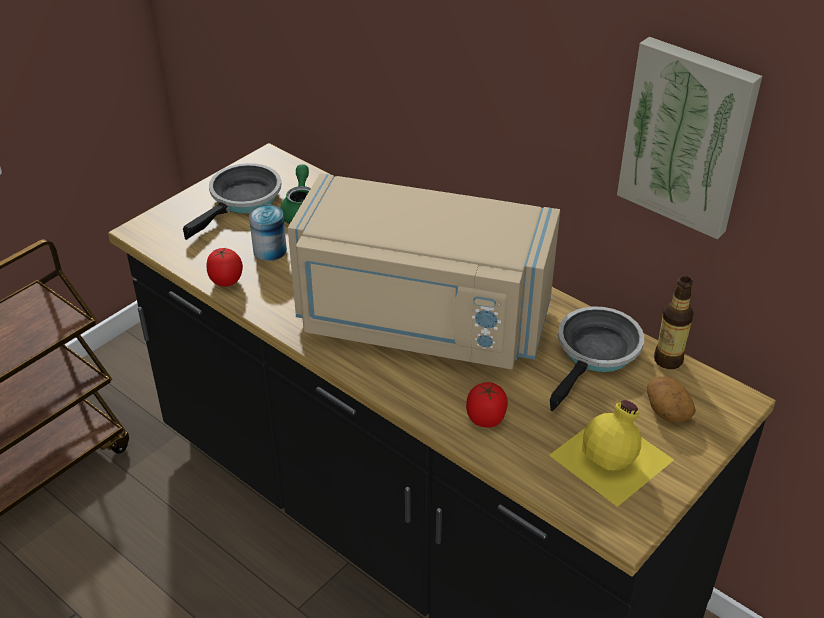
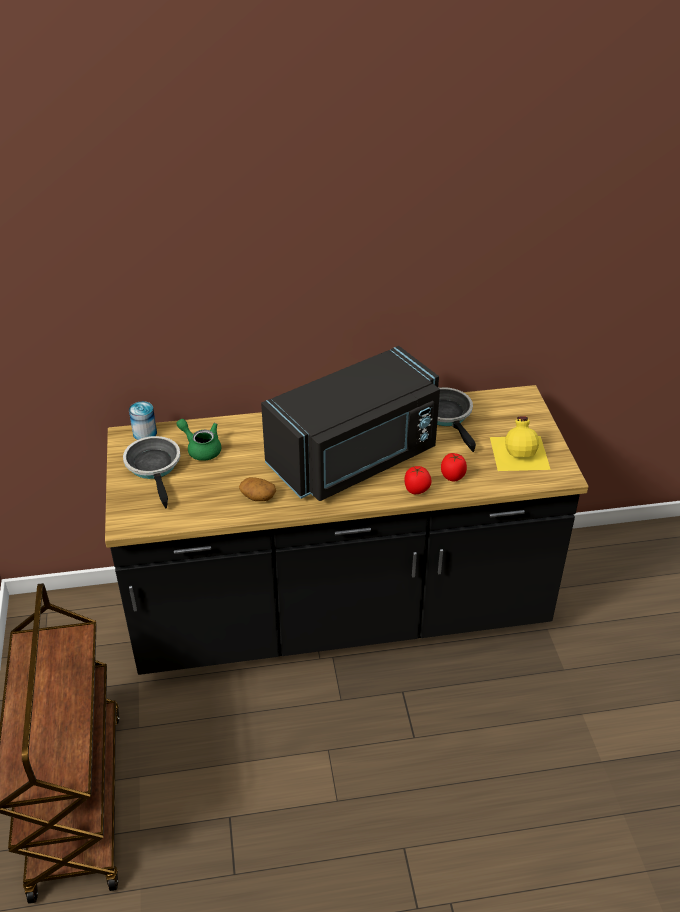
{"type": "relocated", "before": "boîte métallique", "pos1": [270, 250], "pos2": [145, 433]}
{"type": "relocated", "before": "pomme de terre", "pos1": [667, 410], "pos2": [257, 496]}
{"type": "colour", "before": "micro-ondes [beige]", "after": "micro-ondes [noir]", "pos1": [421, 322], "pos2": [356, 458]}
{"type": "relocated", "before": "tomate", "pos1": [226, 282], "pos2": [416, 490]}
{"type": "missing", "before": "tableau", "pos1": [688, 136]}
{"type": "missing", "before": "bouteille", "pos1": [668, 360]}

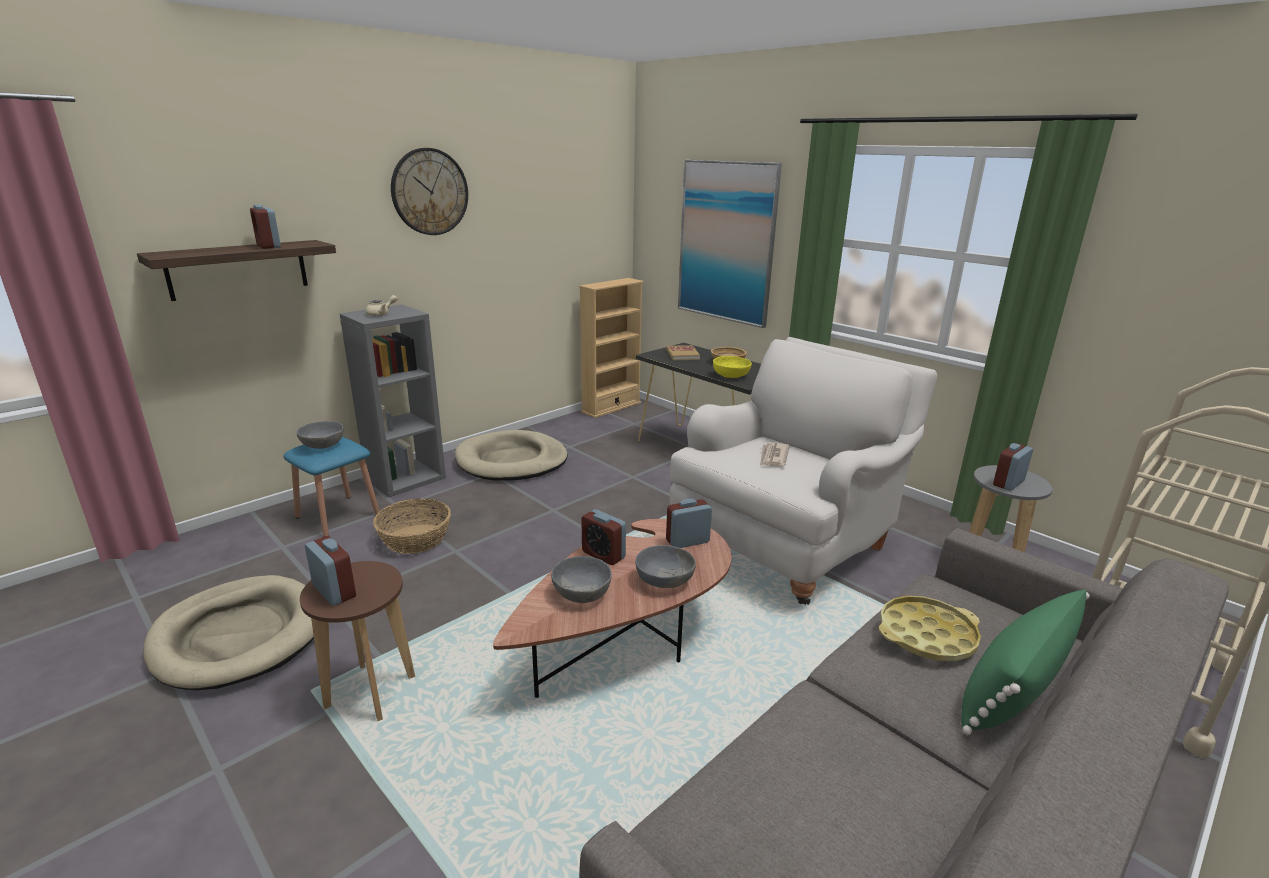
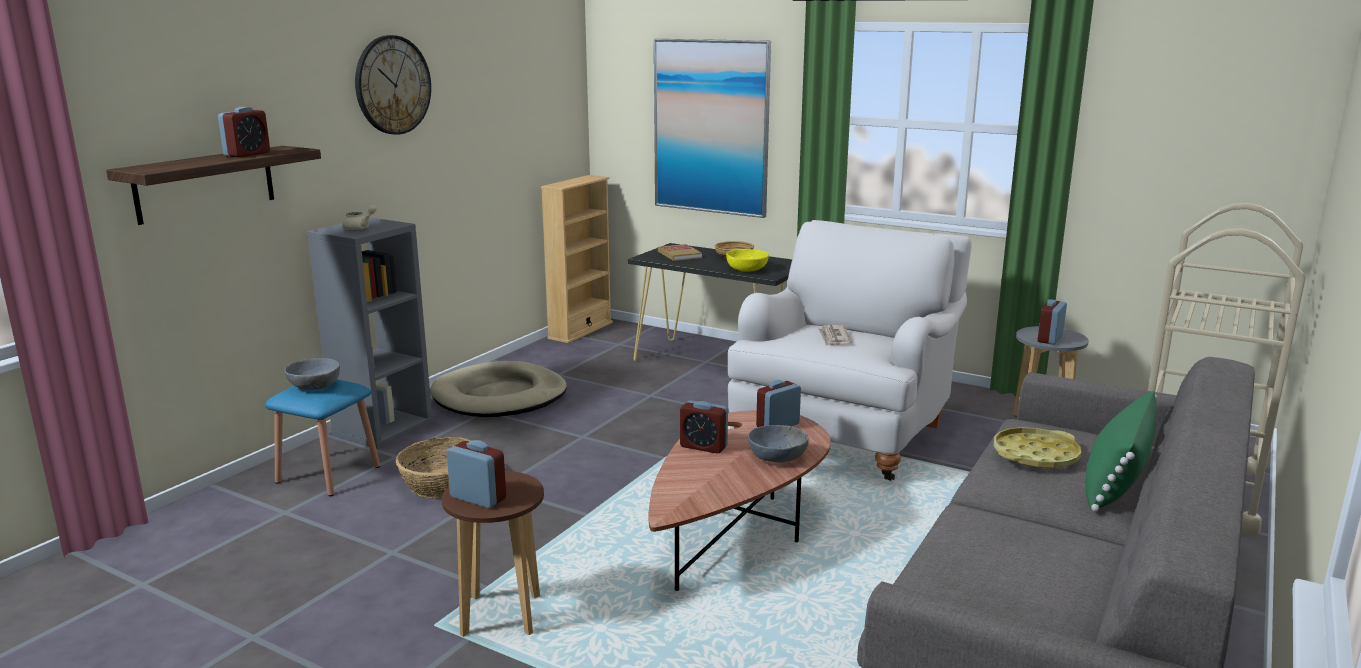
{"type": "spun", "before": "réveil", "pos1": [268, 246], "pos2": [247, 154], "turn": -105}
{"type": "missing", "before": "panier pour chien [beige]", "pos1": [239, 636]}
{"type": "missing", "before": "bol [gris]", "pos1": [582, 593]}

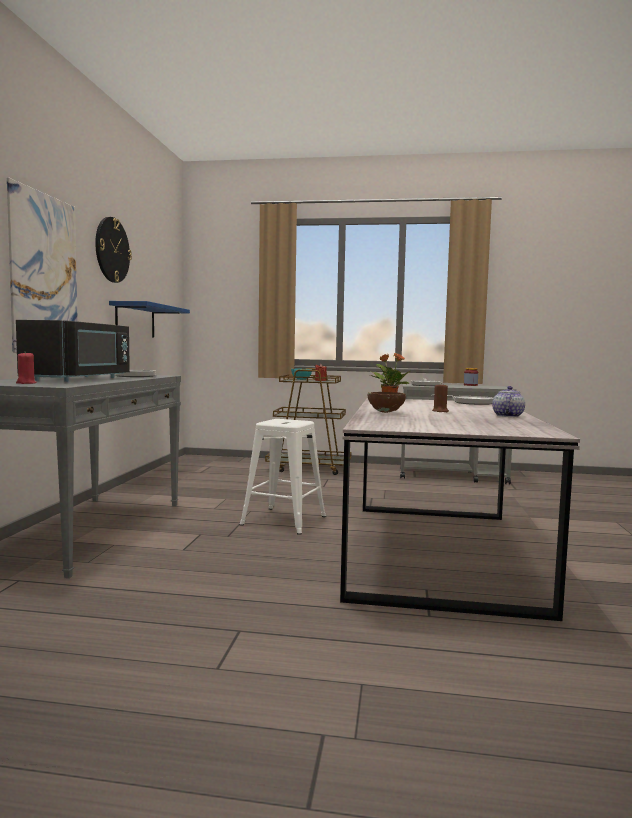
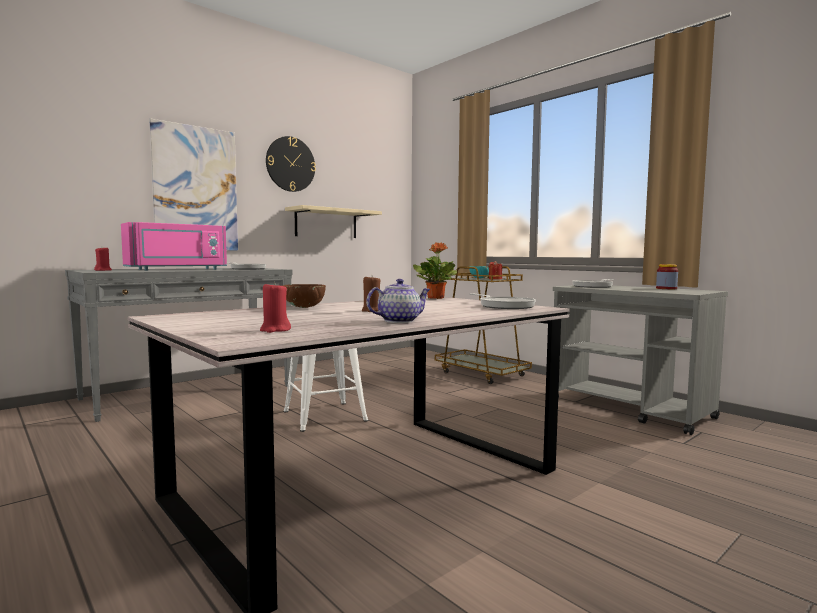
{"type": "colour", "before": "micro-ondes [noir]", "after": "micro-ondes [rose]", "pos1": [81, 379], "pos2": [177, 269]}
{"type": "appeared", "after": "bougie [rouge]", "pos2": [275, 330]}
{"type": "colour", "before": "étagère [bleu]", "after": "étagère [beige]", "pos1": [135, 320], "pos2": [326, 223]}

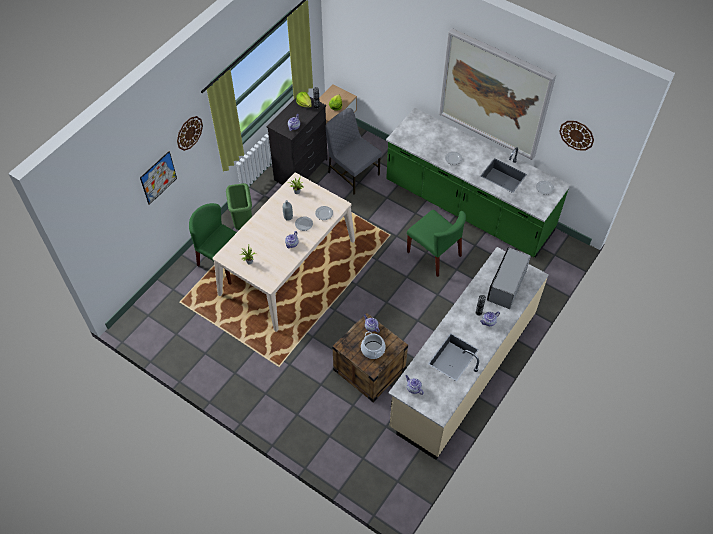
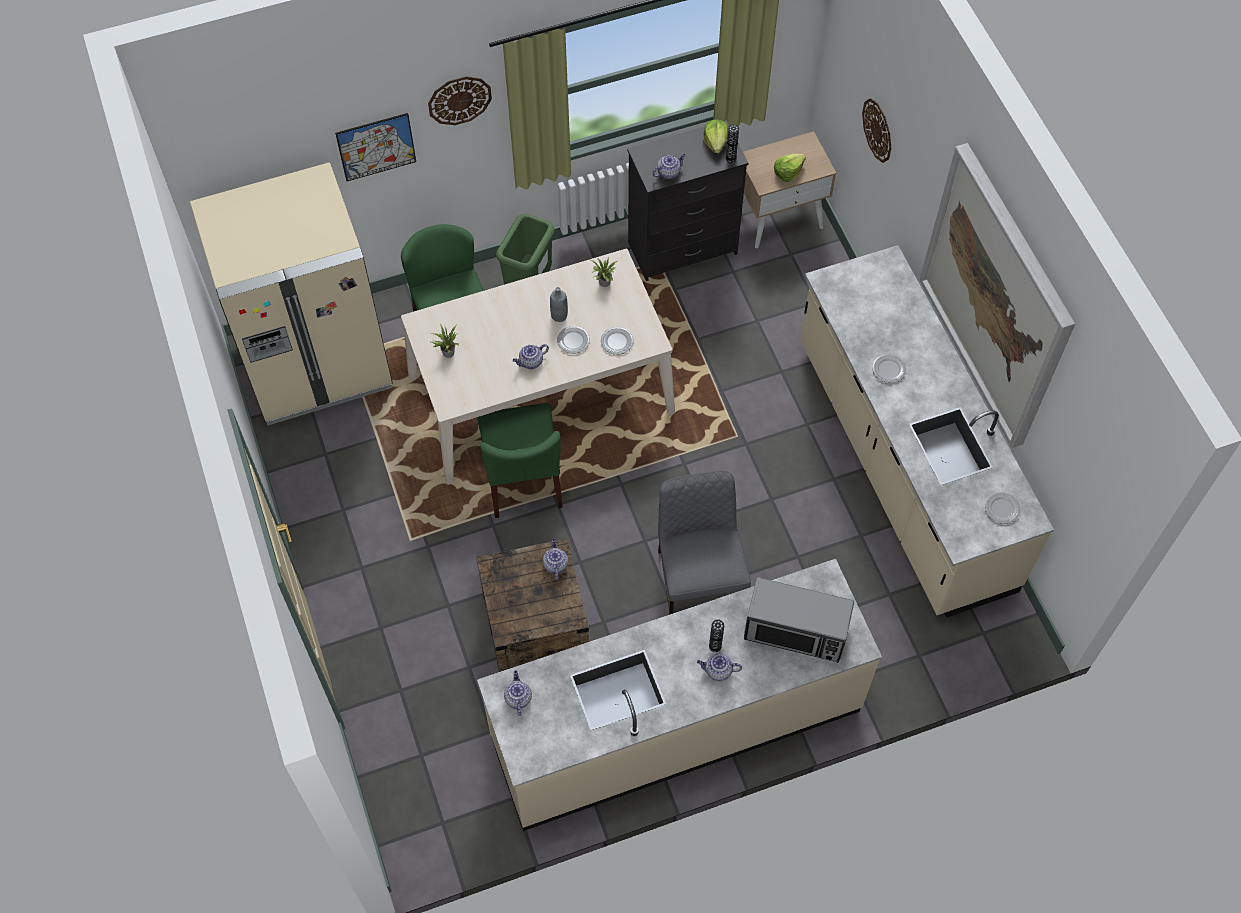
{"type": "appeared", "after": "réfrigérateur [beige]", "pos2": [316, 364]}
{"type": "relocated", "before": "chaise [vert]", "pos1": [434, 254], "pos2": [523, 479]}
{"type": "relocated", "before": "chaise [gris]", "pos1": [352, 173], "pos2": [698, 579]}
{"type": "spun", "before": "micro-ondes", "pos1": [506, 285], "pos2": [796, 631], "turn": -135}
{"type": "colour", "before": "comptoir de cuisine [vert]", "after": "comptoir de cuisine [beige]", "pos1": [468, 207], "pos2": [902, 466]}
{"type": "relocated", "before": "horloge murale", "pos1": [576, 135], "pos2": [878, 130]}
{"type": "missing", "before": "marmite", "pos1": [372, 350]}

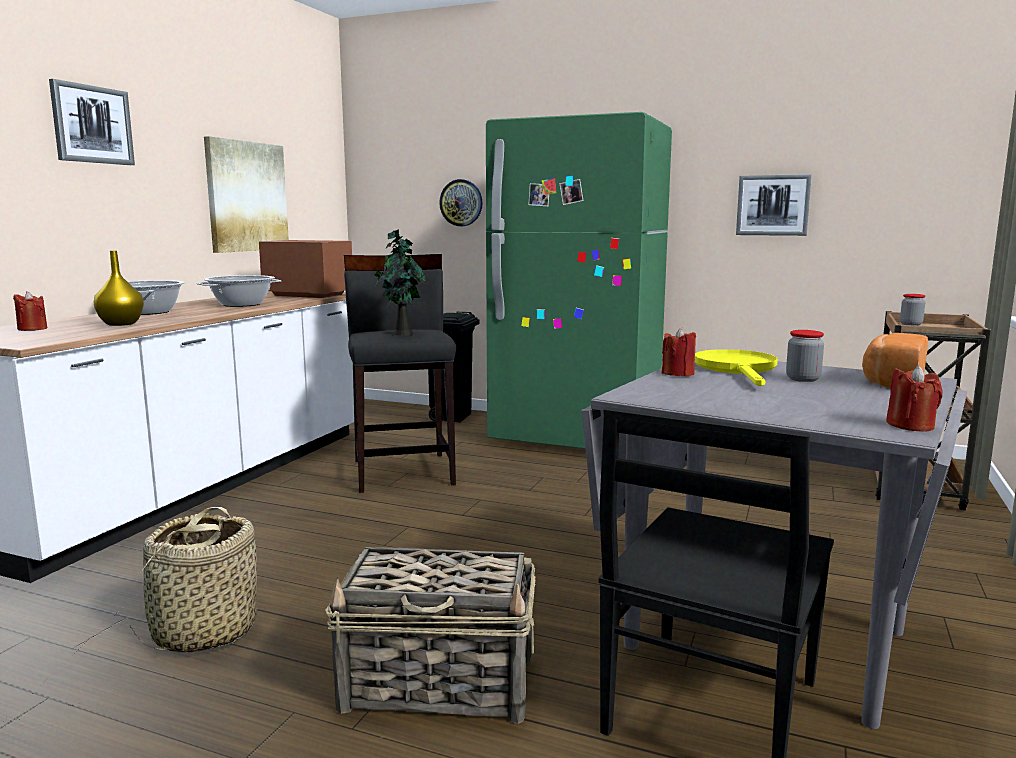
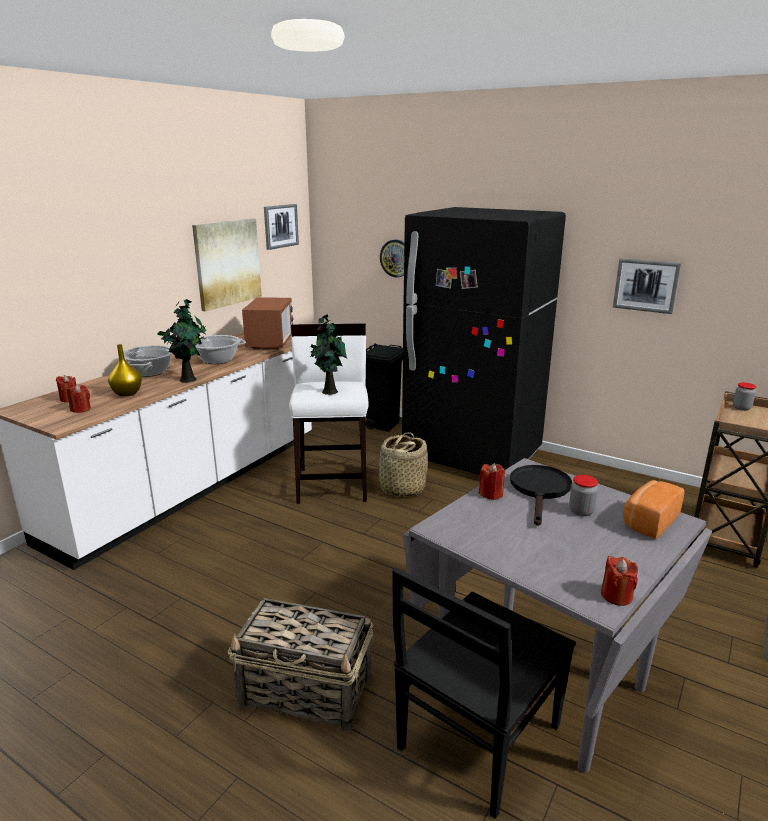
{"type": "appeared", "after": "bougie [rouge]", "pos2": [81, 409]}
{"type": "appeared", "after": "plante en pot", "pos2": [188, 379]}
{"type": "spun", "before": "micro-ondes", "pos1": [308, 295], "pos2": [270, 343], "turn": 60}
{"type": "relocated", "before": "tableau", "pos1": [92, 124], "pos2": [280, 226]}
{"type": "colour", "before": "tabouret [noir]", "after": "tabouret [blanc]", "pos1": [404, 471], "pos2": [333, 484]}
{"type": "relocated", "before": "panier", "pos1": [204, 632], "pos2": [402, 488]}
{"type": "colour", "before": "réfrigérateur [vert]", "after": "réfrigérateur [noir]", "pos1": [576, 437], "pos2": [472, 455]}
{"type": "colour", "before": "poêle [jaune]", "after": "poêle [noir]", "pos1": [738, 369], "pos2": [540, 490]}

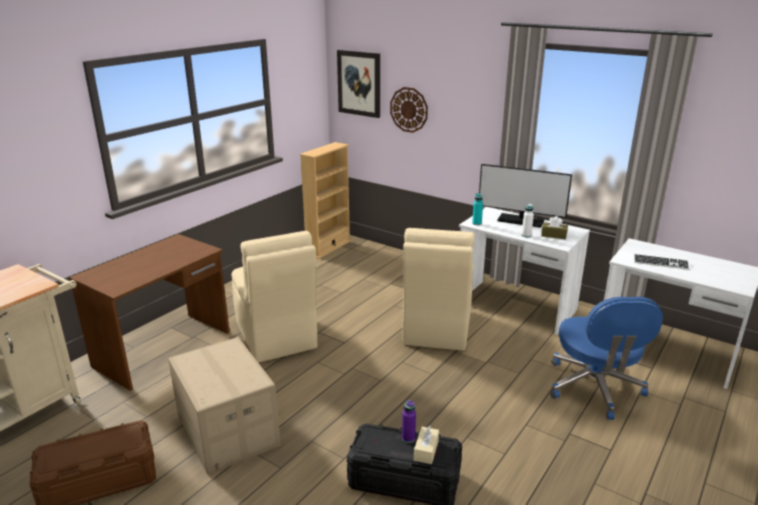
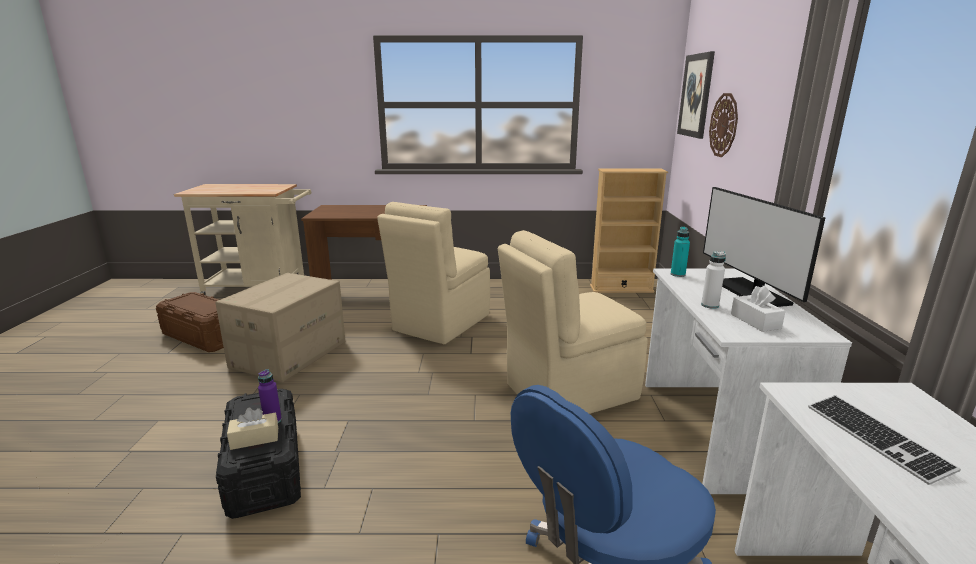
{"type": "colour", "before": "boîte à mouchoirs [marron]", "after": "boîte à mouchoirs [blanc]", "pos1": [553, 235], "pos2": [755, 321]}

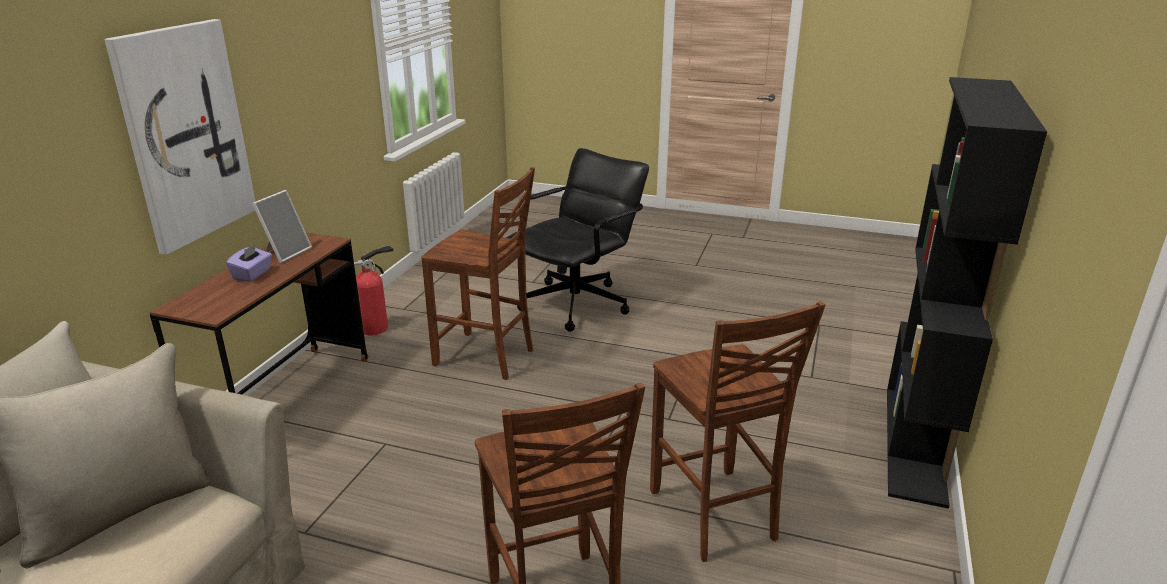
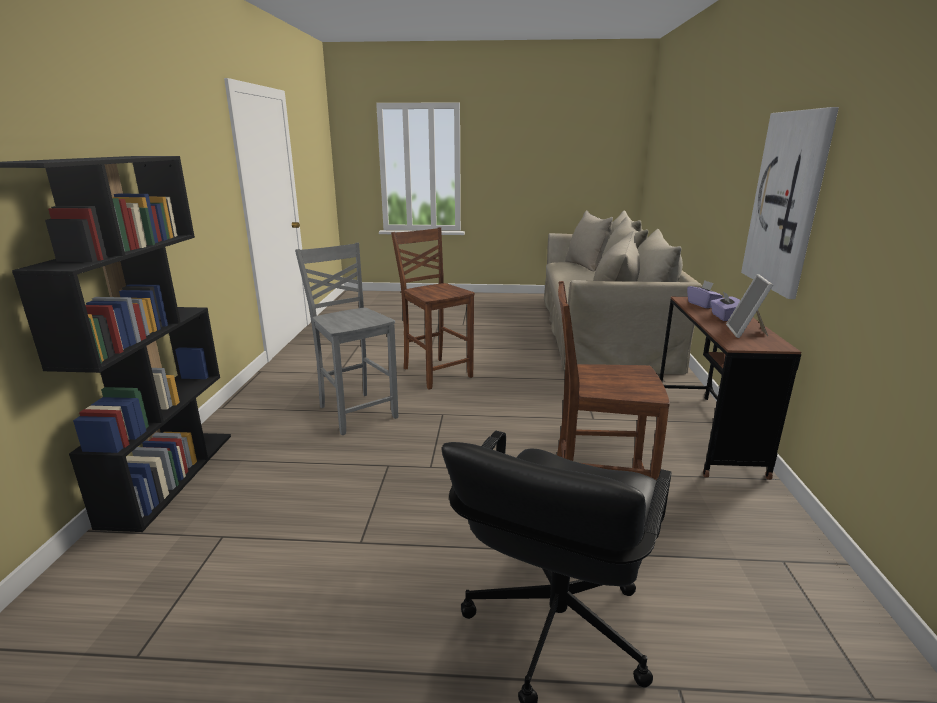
{"type": "colour", "before": "chaise [marron]", "after": "chaise [gris]", "pos1": [714, 516], "pos2": [356, 412]}
{"type": "appeared", "after": "boîte à mouchoirs [violet]", "pos2": [702, 304]}
{"type": "missing", "before": "extincteur", "pos1": [377, 327]}

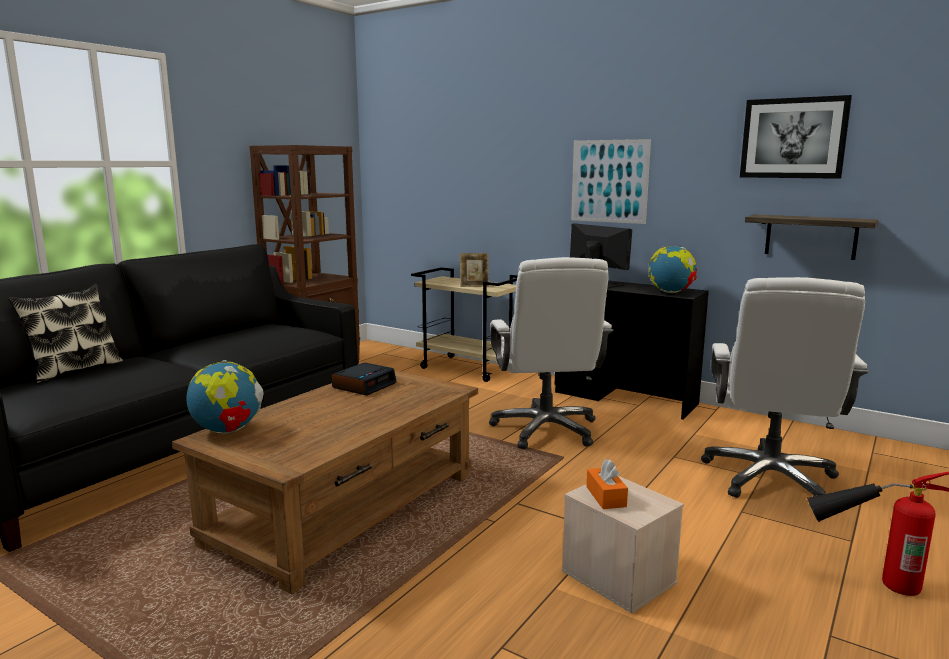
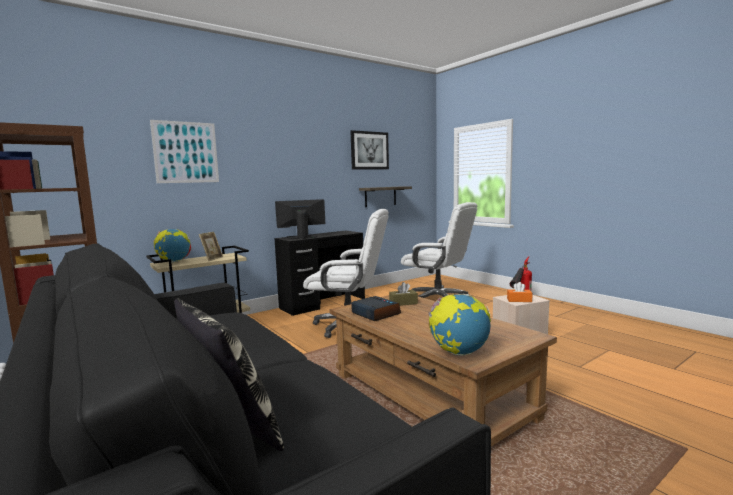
{"type": "relocated", "before": "tableau", "pos1": [609, 181], "pos2": [186, 152]}
{"type": "relocated", "before": "globe", "pos1": [671, 292], "pos2": [174, 262]}
{"type": "appeared", "after": "boîte à mouchoirs [marron]", "pos2": [403, 303]}

